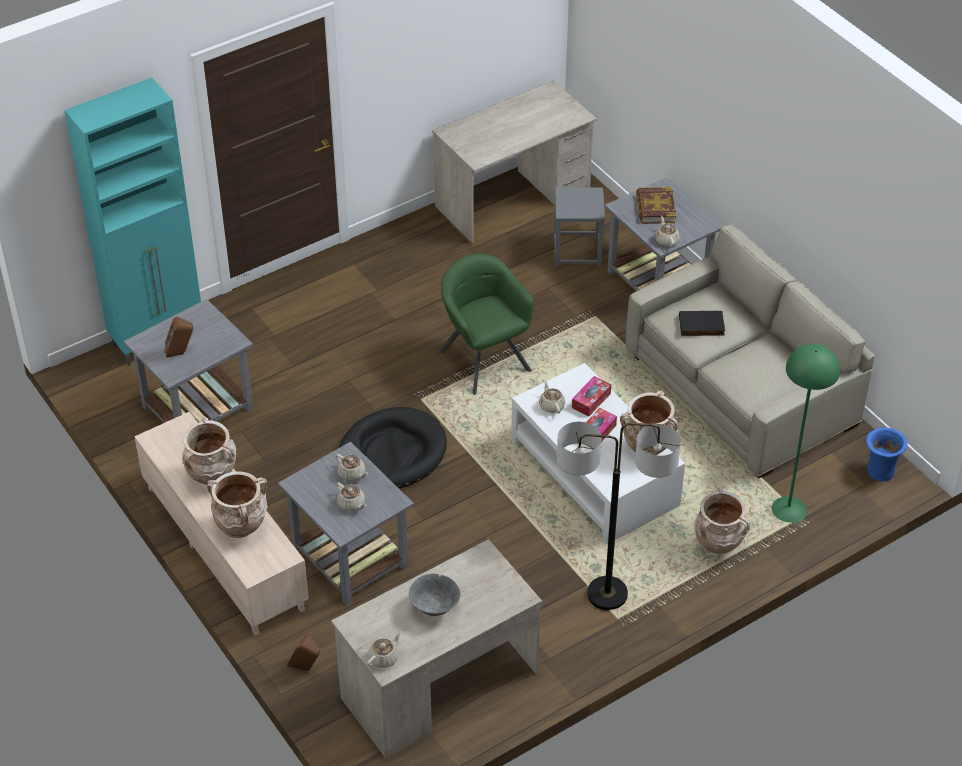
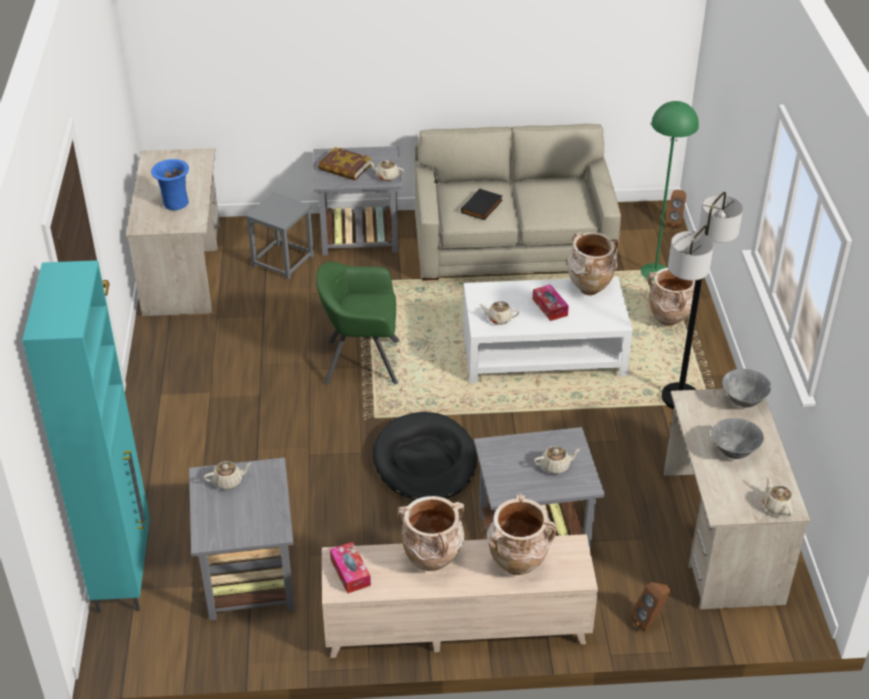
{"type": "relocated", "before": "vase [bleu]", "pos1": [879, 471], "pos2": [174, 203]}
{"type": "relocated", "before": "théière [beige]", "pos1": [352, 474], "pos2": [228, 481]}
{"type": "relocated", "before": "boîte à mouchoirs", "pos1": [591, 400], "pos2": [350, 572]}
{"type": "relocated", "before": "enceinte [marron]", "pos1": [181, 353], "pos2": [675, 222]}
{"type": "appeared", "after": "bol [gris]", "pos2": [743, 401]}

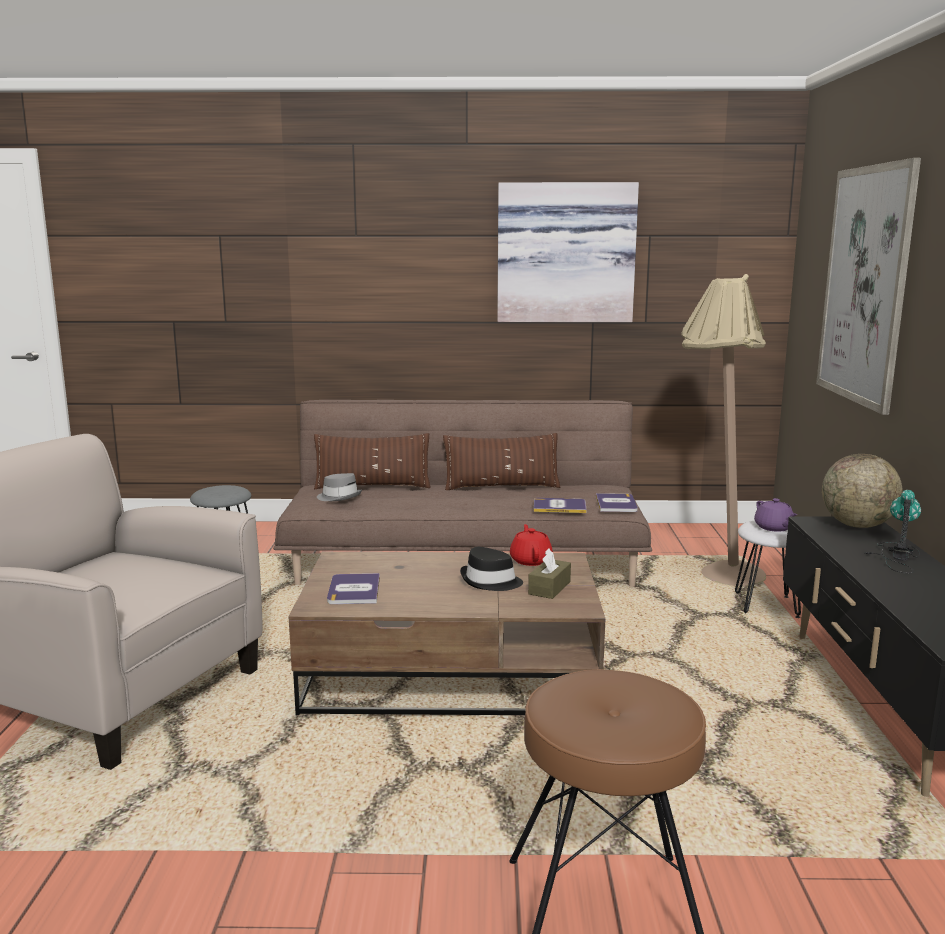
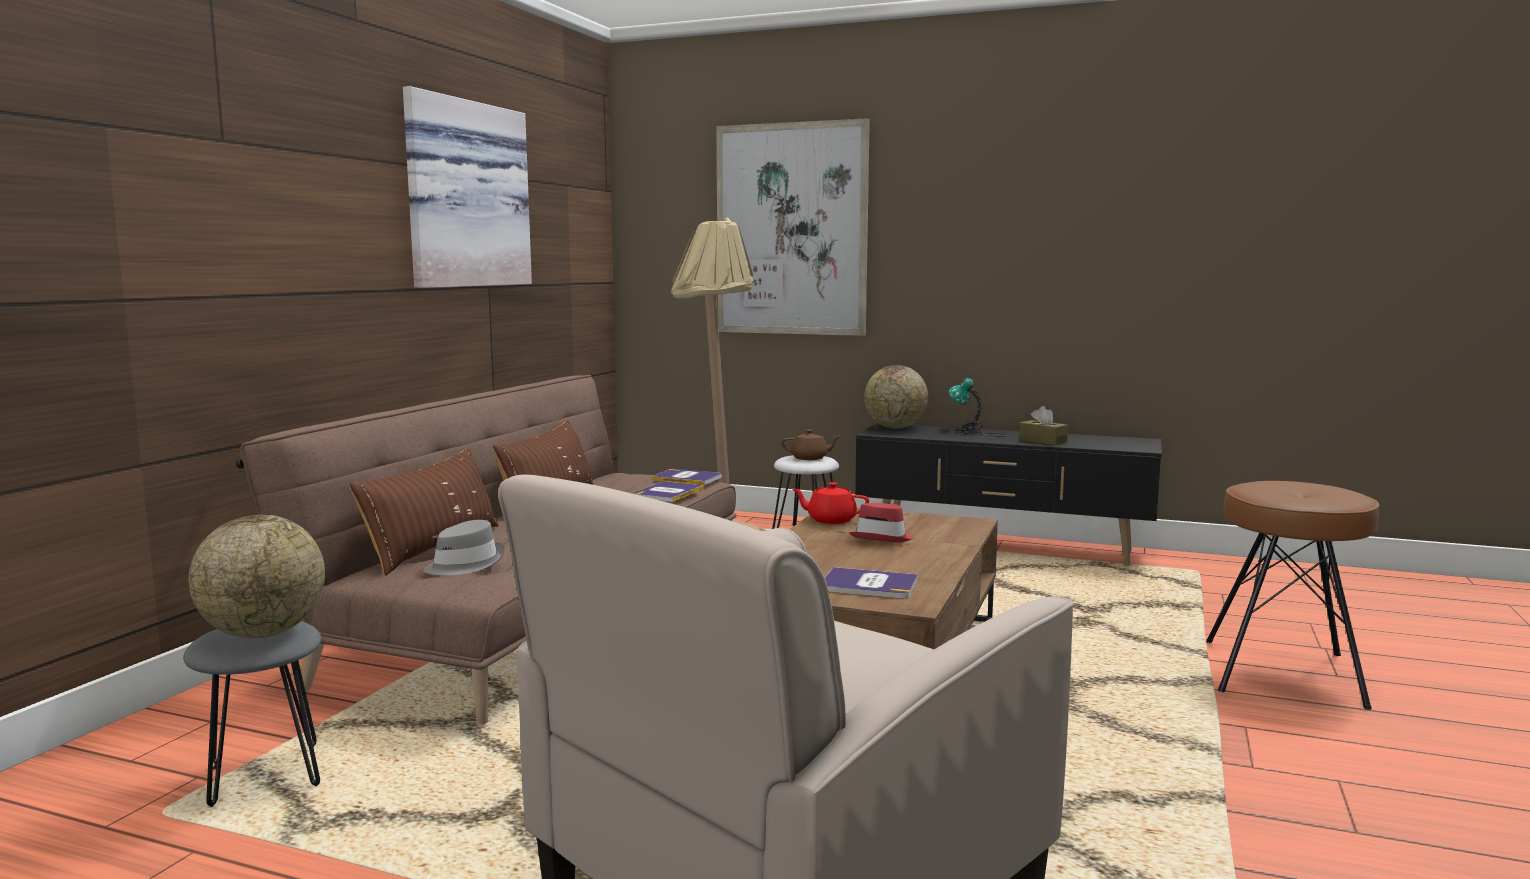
{"type": "appeared", "after": "globe", "pos2": [263, 633]}
{"type": "colour", "before": "théière [violet]", "after": "théière [marron]", "pos1": [774, 528], "pos2": [810, 458]}
{"type": "colour", "before": "chapeau [noir]", "after": "chapeau [rouge]", "pos1": [490, 582], "pos2": [882, 538]}
{"type": "relocated", "before": "boîte à mouchoirs [marron]", "pos1": [549, 588], "pos2": [1042, 441]}

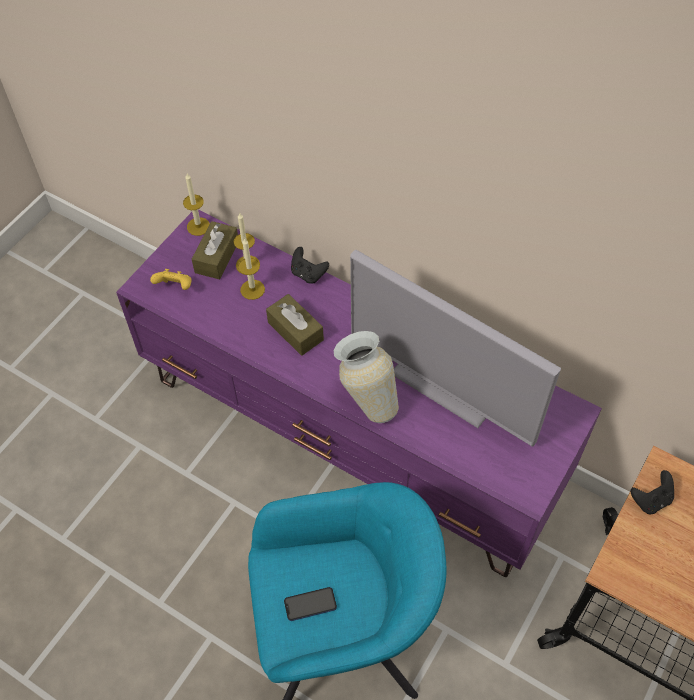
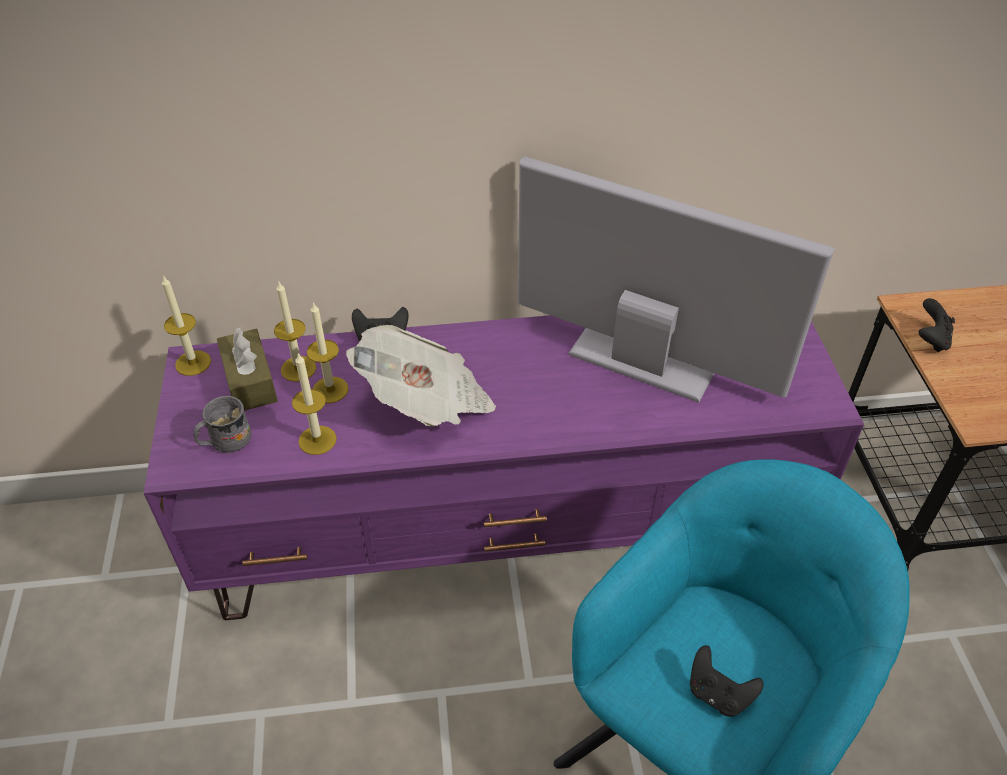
{"type": "exchanged", "before": "manette [jaune]", "after": "mug [gris]", "pos1": [175, 287], "pos2": [225, 441]}
{"type": "appeared", "after": "bougie", "pos2": [317, 440]}
{"type": "exchanged", "before": "boîte à mouchoirs [marron]", "after": "journal", "pos1": [295, 331], "pos2": [426, 402]}
{"type": "spun", "before": "téléviseur", "pos1": [443, 387], "pos2": [641, 362], "turn": -150}
{"type": "exchanged", "before": "téléphone", "after": "manette [noir]", "pos1": [310, 604], "pos2": [718, 693]}
{"type": "missing", "before": "vase", "pos1": [367, 400]}

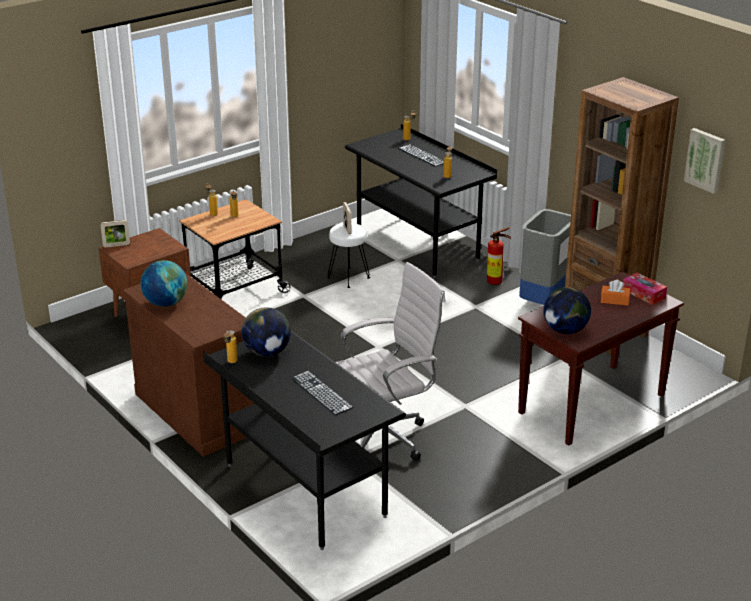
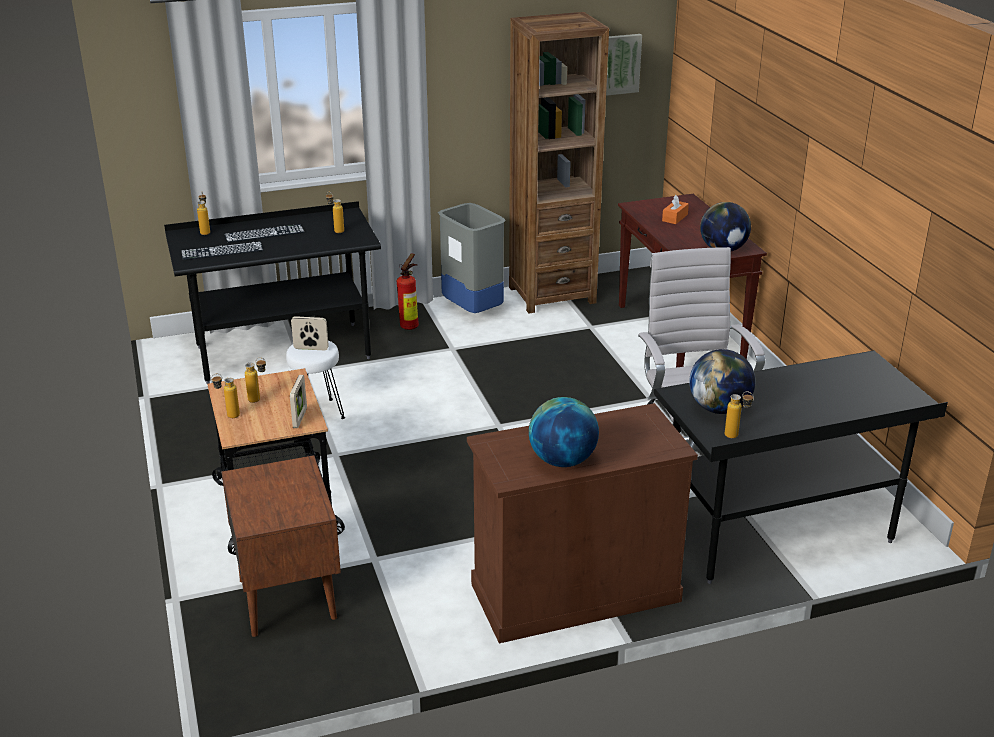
{"type": "relocated", "before": "clavier", "pos1": [321, 393], "pos2": [222, 251]}
{"type": "relocated", "before": "cadre photo", "pos1": [116, 245], "pos2": [300, 418]}
{"type": "missing", "before": "boîte à mouchoirs", "pos1": [643, 294]}

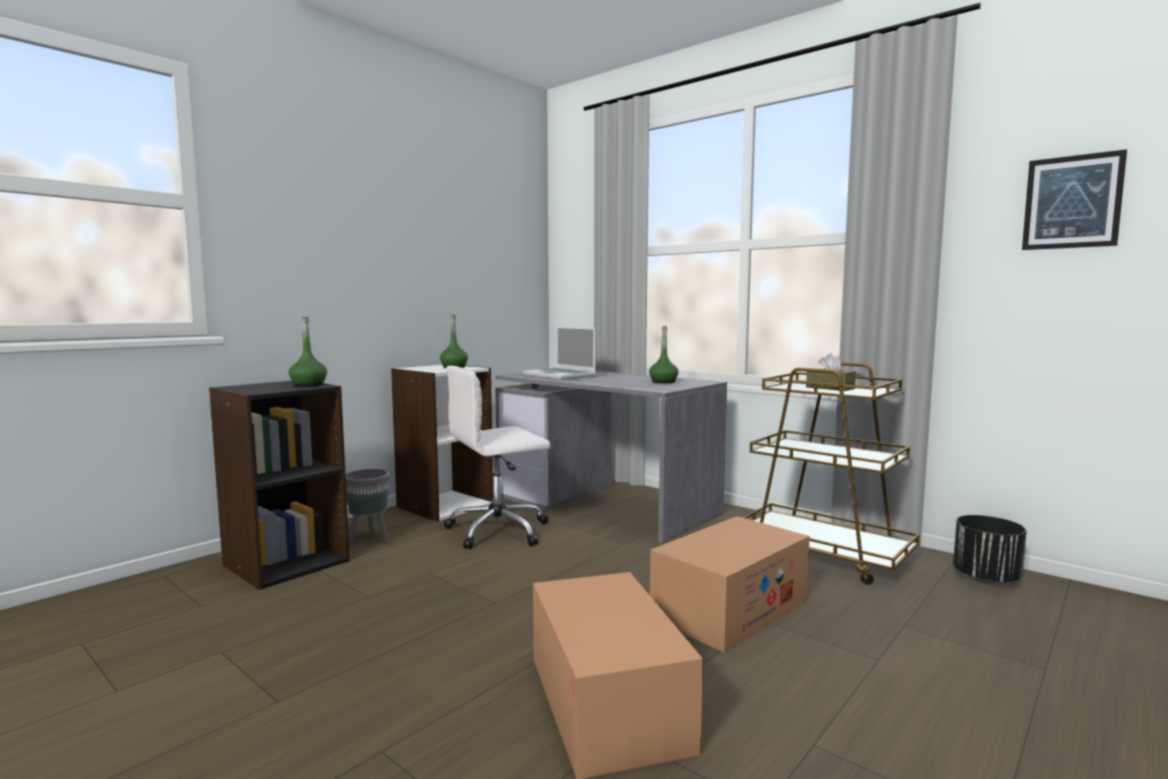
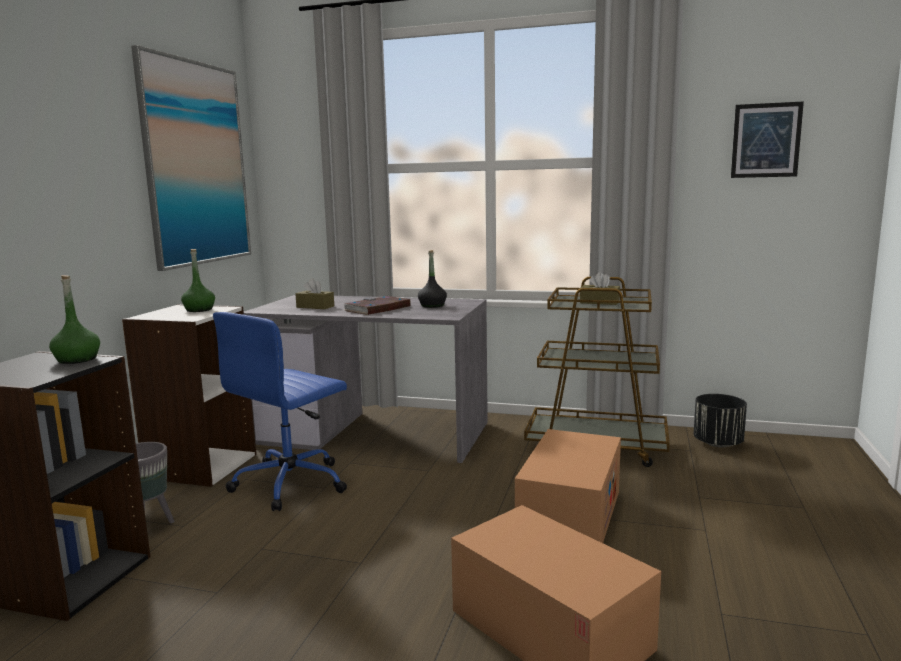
{"type": "appeared", "after": "tableau", "pos2": [196, 164]}
{"type": "colour", "before": "chaise de bureau [blanc]", "after": "chaise de bureau [bleu]", "pos1": [499, 530], "pos2": [292, 483]}
{"type": "exchanged", "before": "ordinateur portable", "after": "boîte à mouchoirs [marron]", "pos1": [560, 376], "pos2": [315, 307]}
{"type": "appeared", "after": "livre", "pos2": [377, 309]}
{"type": "colour", "before": "bouteille [vert]", "after": "bouteille [noir]", "pos1": [663, 382], "pos2": [432, 306]}

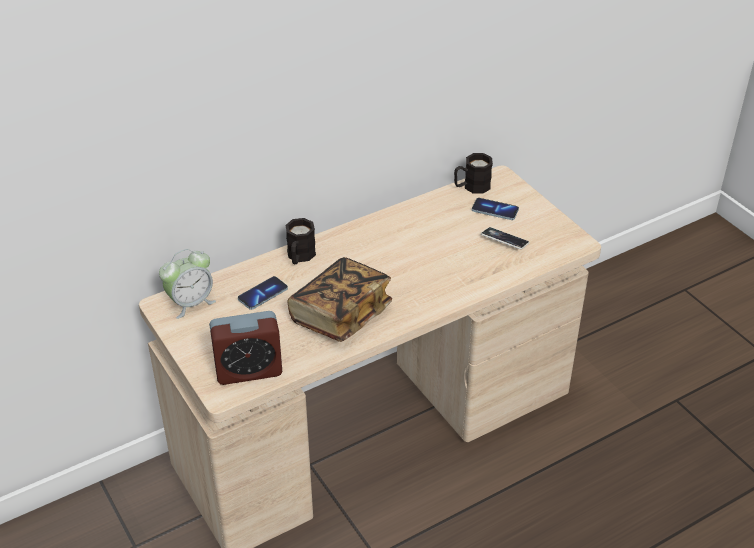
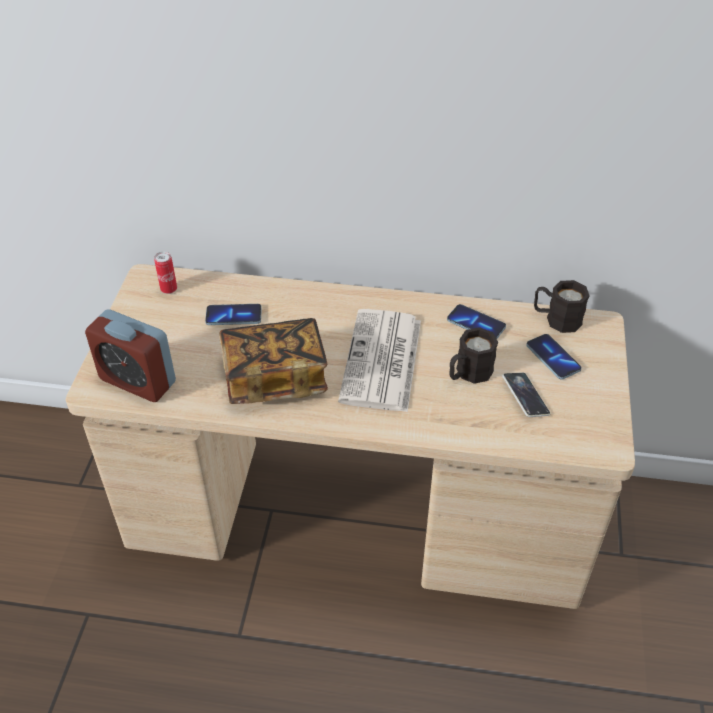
{"type": "exchanged", "before": "réveil", "after": "boîte métallique", "pos1": [190, 303], "pos2": [169, 289]}
{"type": "appeared", "after": "journal", "pos2": [382, 362]}
{"type": "appeared", "after": "téléphone", "pos2": [476, 324]}
{"type": "relocated", "before": "mug [noir]", "pos1": [299, 257], "pos2": [468, 373]}

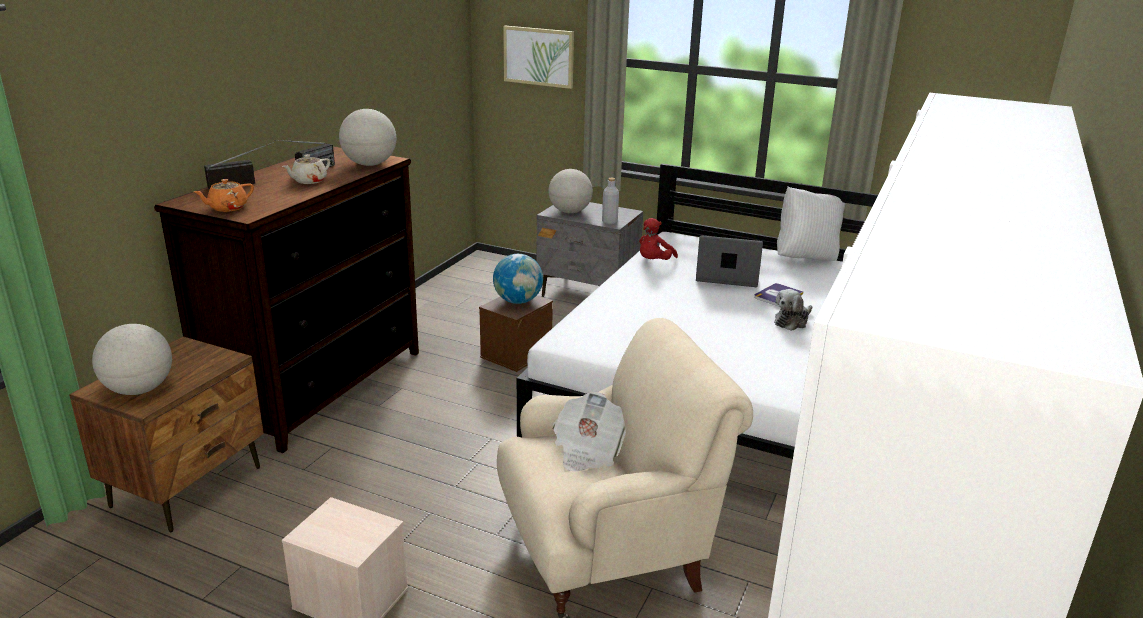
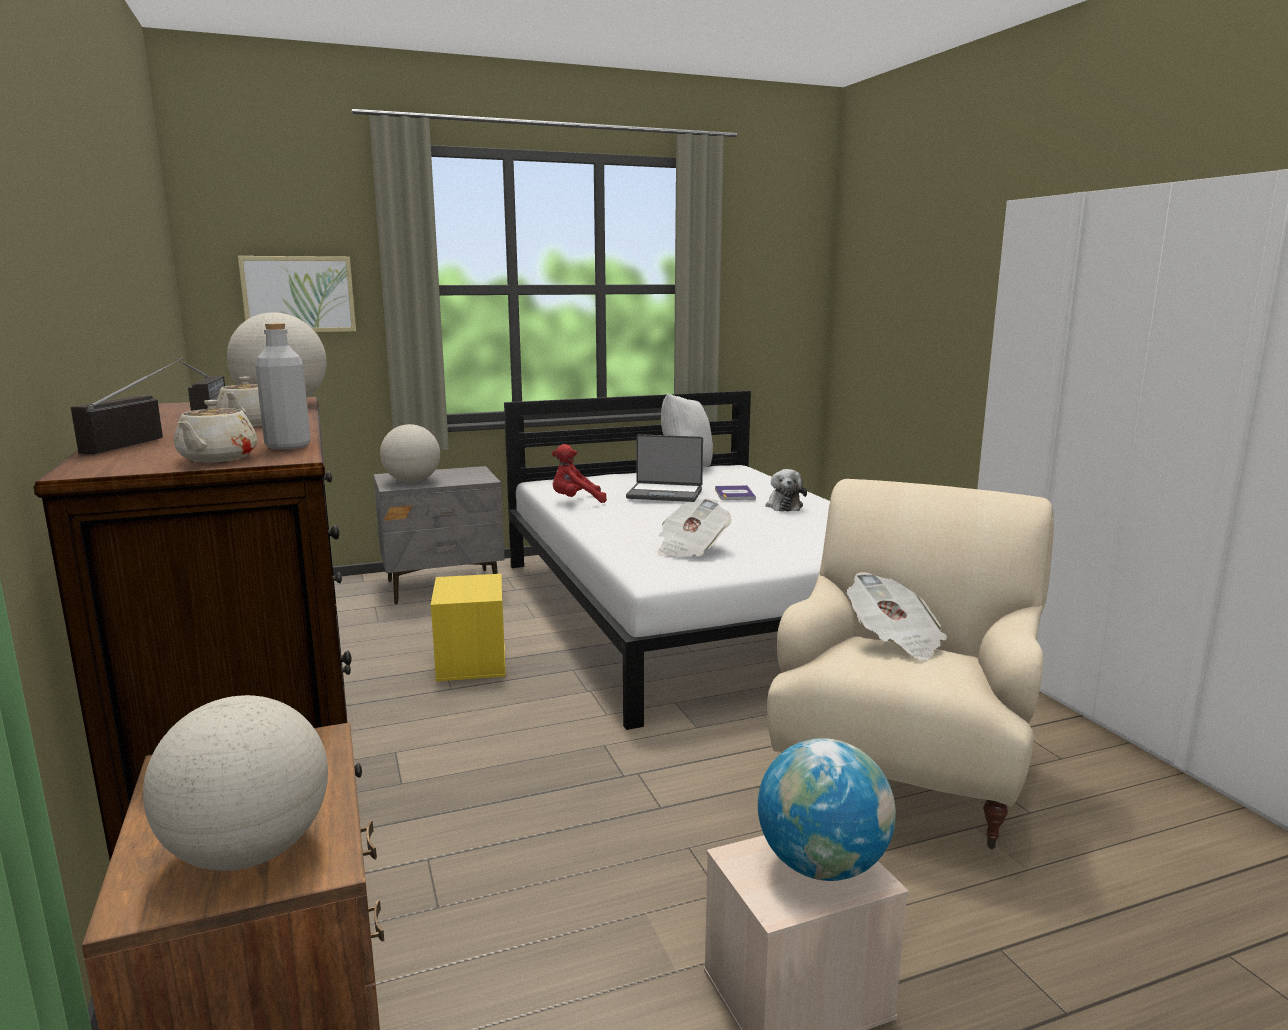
{"type": "colour", "before": "théière [orange]", "after": "théière [beige]", "pos1": [227, 208], "pos2": [217, 459]}
{"type": "relocated", "before": "bouteille [gris]", "pos1": [609, 222], "pos2": [288, 446]}
{"type": "colour", "before": "boîte de rangement [marron]", "after": "boîte de rangement [jaune]", "pos1": [516, 353], "pos2": [470, 661]}
{"type": "spun", "before": "peluche [rouge]", "pos1": [654, 262], "pos2": [576, 501], "turn": 90}
{"type": "spun", "before": "ordinateur portable", "pos1": [727, 277], "pos2": [665, 494], "turn": -135}
{"type": "appeared", "after": "journal", "pos2": [690, 548]}
{"type": "relocated", "before": "globe", "pos1": [518, 301], "pos2": [822, 865]}

